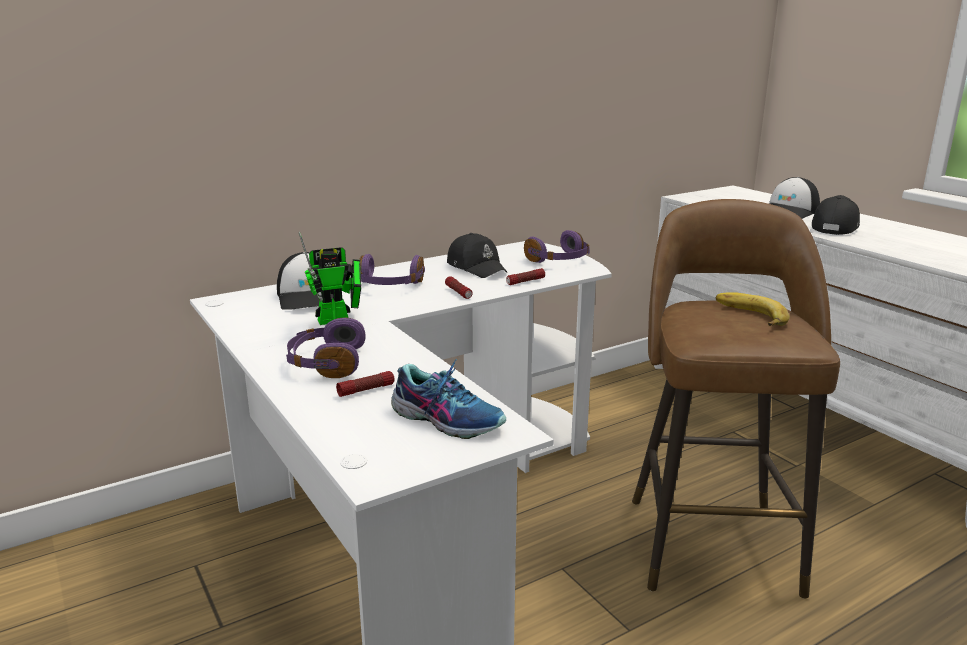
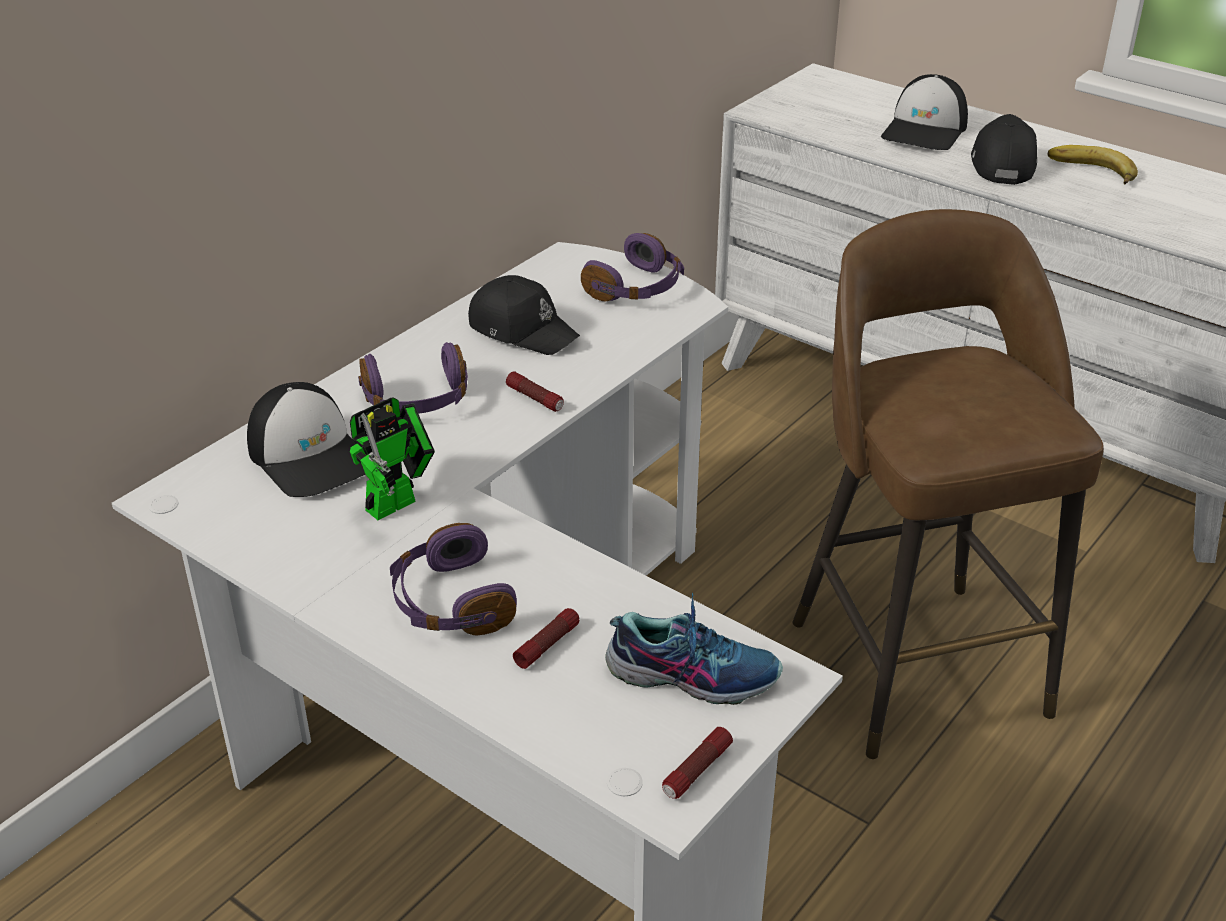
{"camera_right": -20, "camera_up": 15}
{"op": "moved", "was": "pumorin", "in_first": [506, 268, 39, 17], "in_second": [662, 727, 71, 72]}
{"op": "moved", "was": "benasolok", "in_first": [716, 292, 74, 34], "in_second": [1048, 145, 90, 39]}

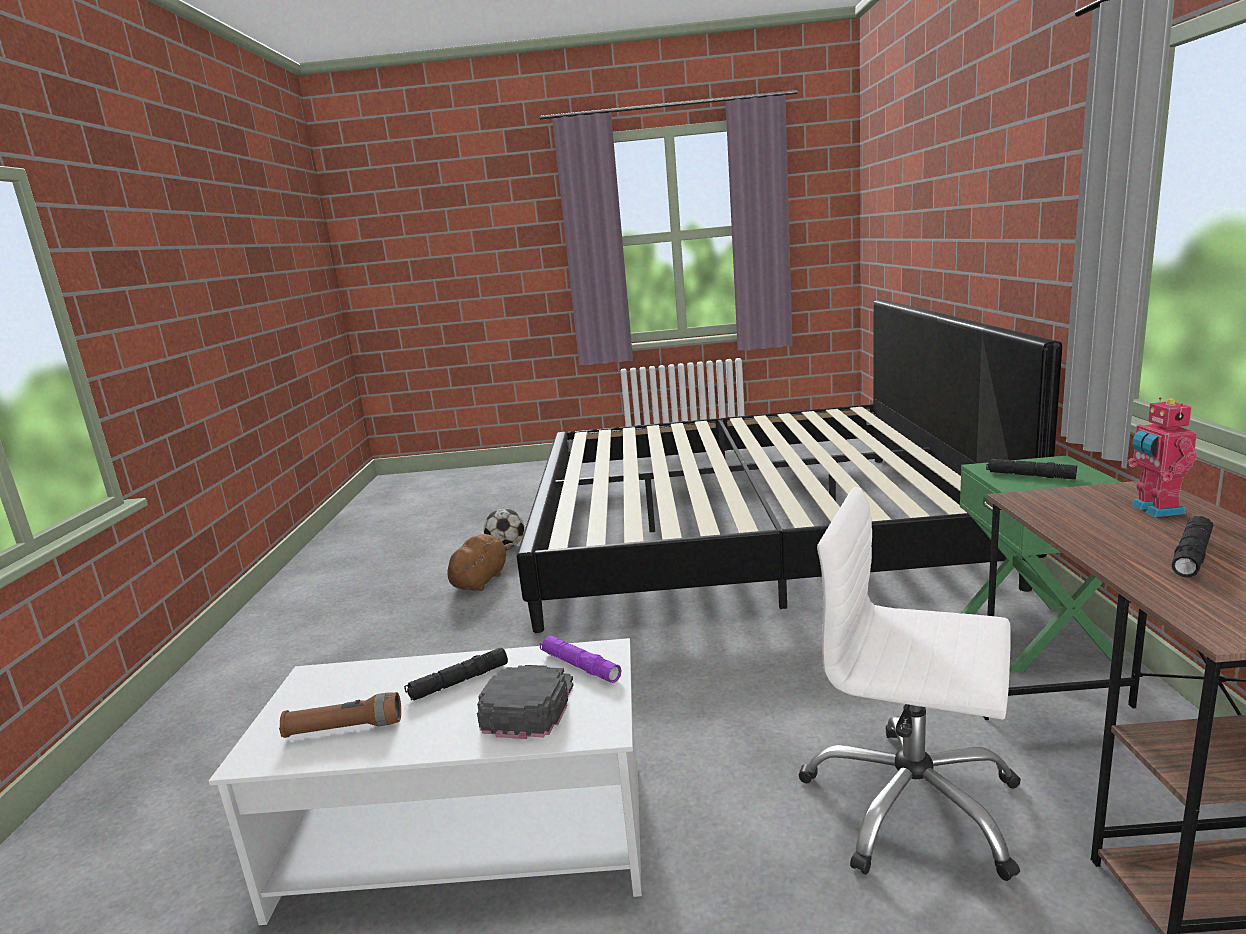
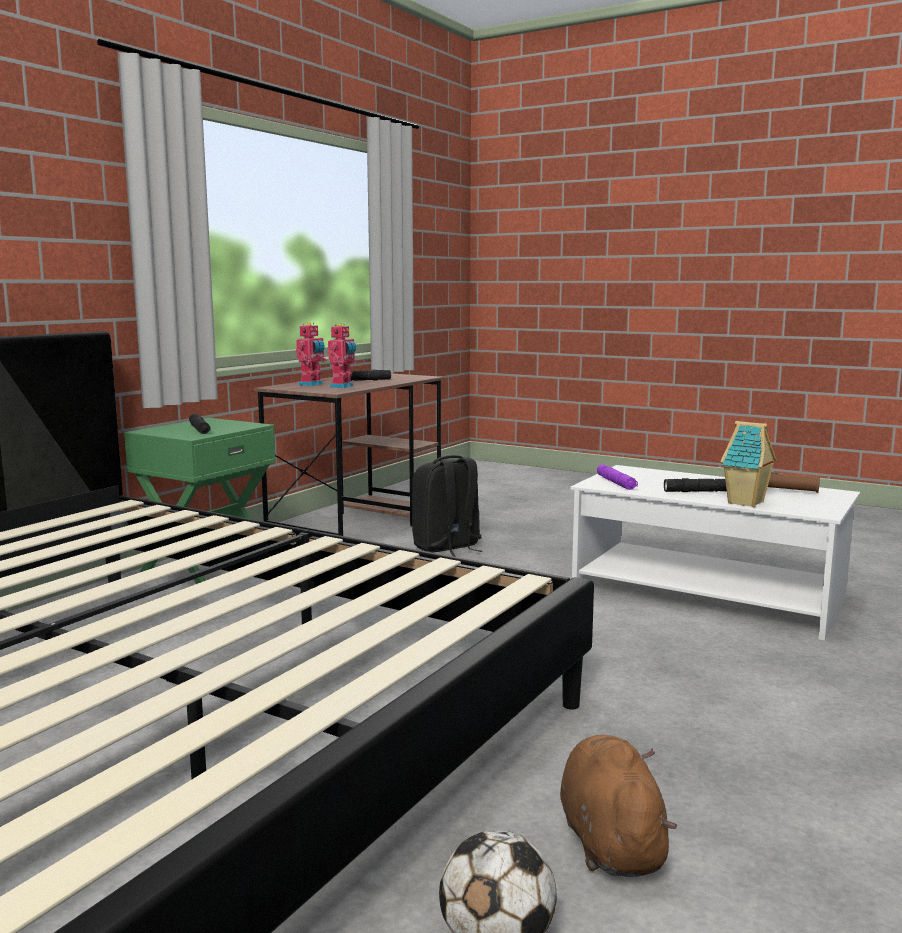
{"camera_right": -150, "camera_up": -5}
{"op": "added", "now": "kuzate", "in_second": [328, 323, 29, 65]}
{"op": "replaced", "was": "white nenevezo", "now": "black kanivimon", "in_first": [799, 487, 222, 394], "in_second": [412, 455, 70, 102]}
{"op": "turned", "was": "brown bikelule", "in_first": [447, 534, 68, 57], "in_second": [560, 735, 117, 142], "clockwise": 120}
{"op": "added", "now": "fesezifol", "in_second": [720, 421, 57, 86]}
{"op": "removed", "was": "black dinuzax", "in_first": [477, 665, 97, 74]}

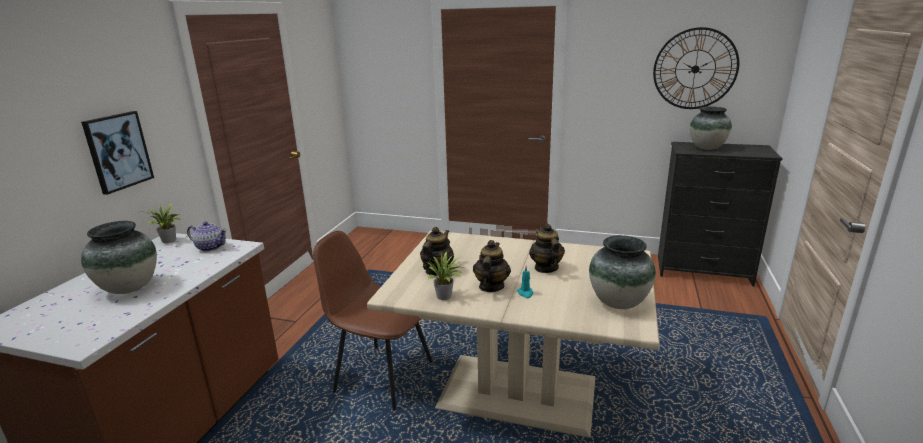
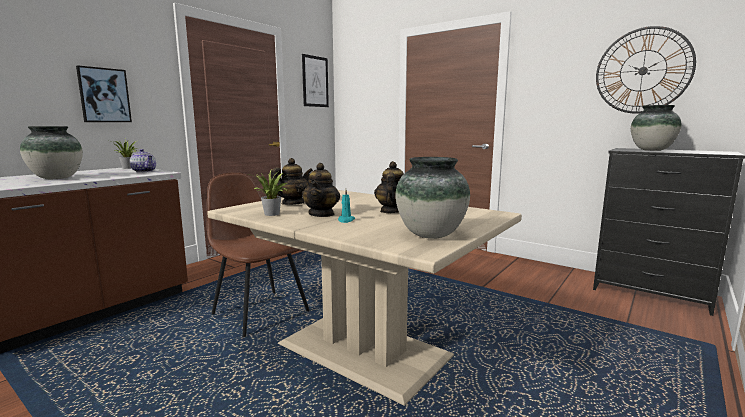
{"camera_right": 20, "camera_up": -10}
{"op": "added", "now": "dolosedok", "in_second": [302, 54, 27, 53]}
{"op": "turned", "was": "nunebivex", "in_first": [473, 240, 38, 52], "in_second": [302, 163, 38, 54], "clockwise": 150}

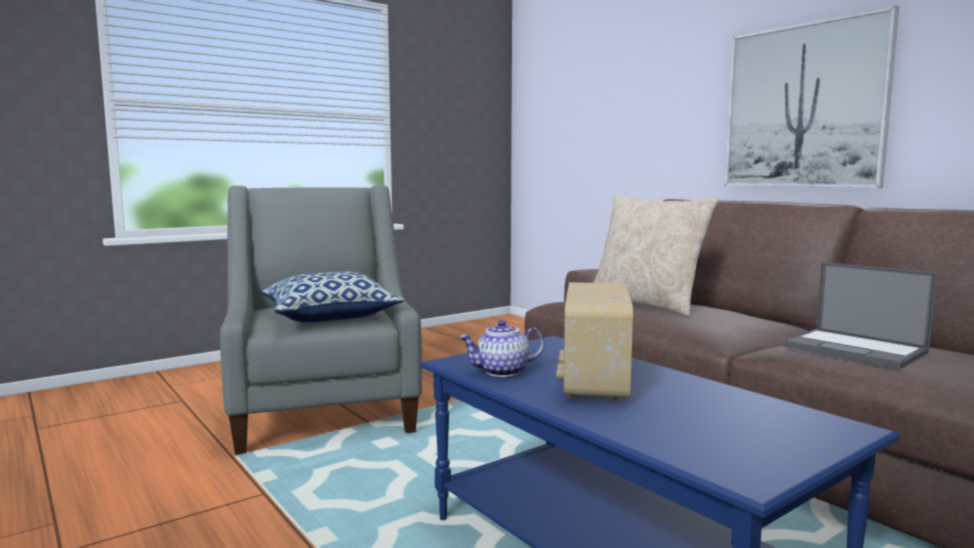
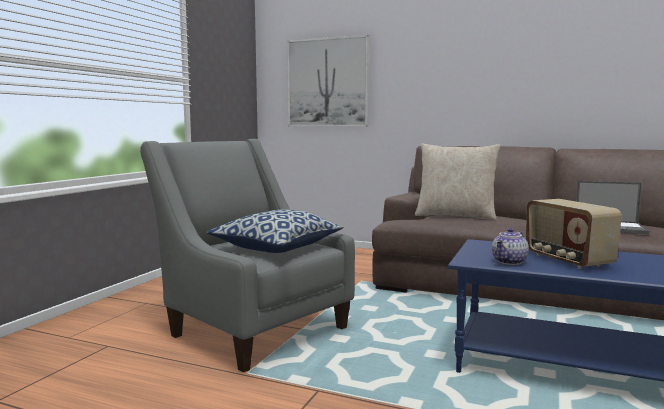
{"camera_right": -30, "camera_up": 0}
{"op": "moved", "was": "dolosedok", "in_first": [724, 6, 175, 182], "in_second": [287, 35, 82, 91]}

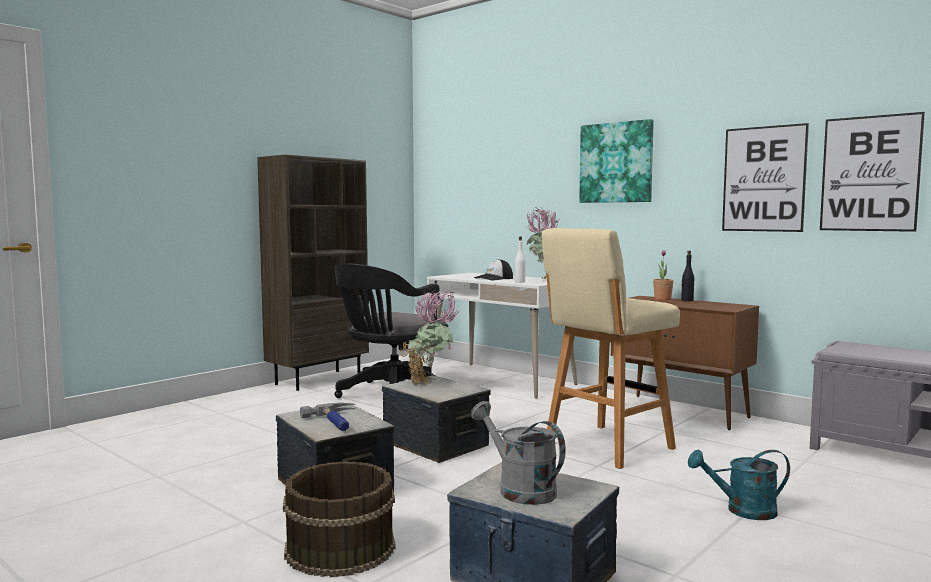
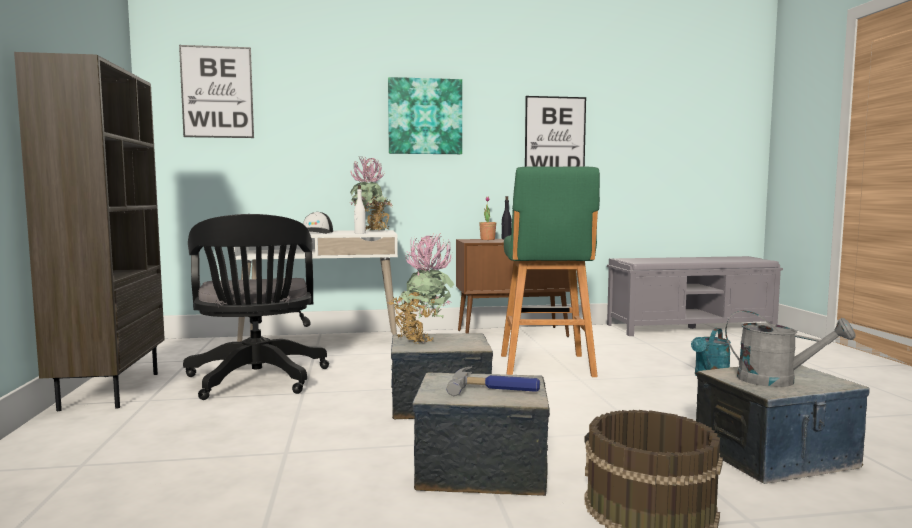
{"camera_right": -50, "camera_up": 0}
{"op": "moved", "was": "dolosedok", "in_first": [820, 112, 105, 120], "in_second": [179, 45, 75, 93]}
{"op": "recoloured", "was": "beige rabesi", "now": "green rabesi", "in_first": [542, 228, 138, 241], "in_second": [501, 166, 99, 211]}
{"op": "turned", "was": "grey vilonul", "in_first": [471, 401, 95, 104], "in_second": [725, 310, 130, 77], "clockwise": -150}

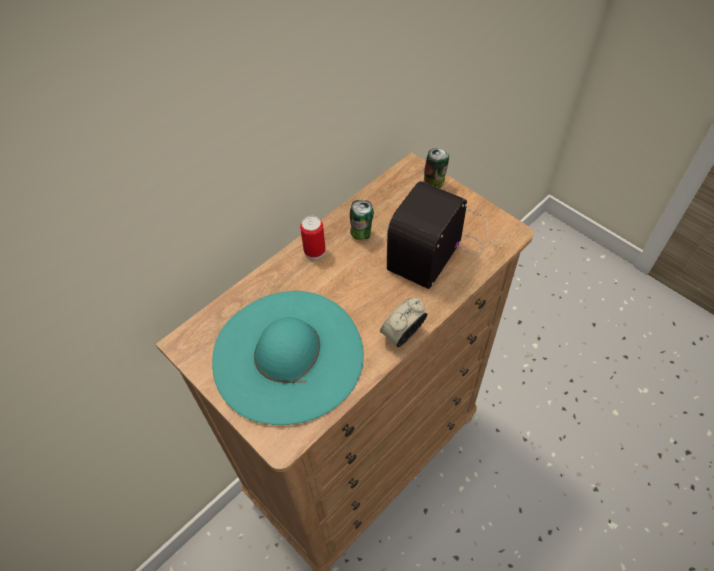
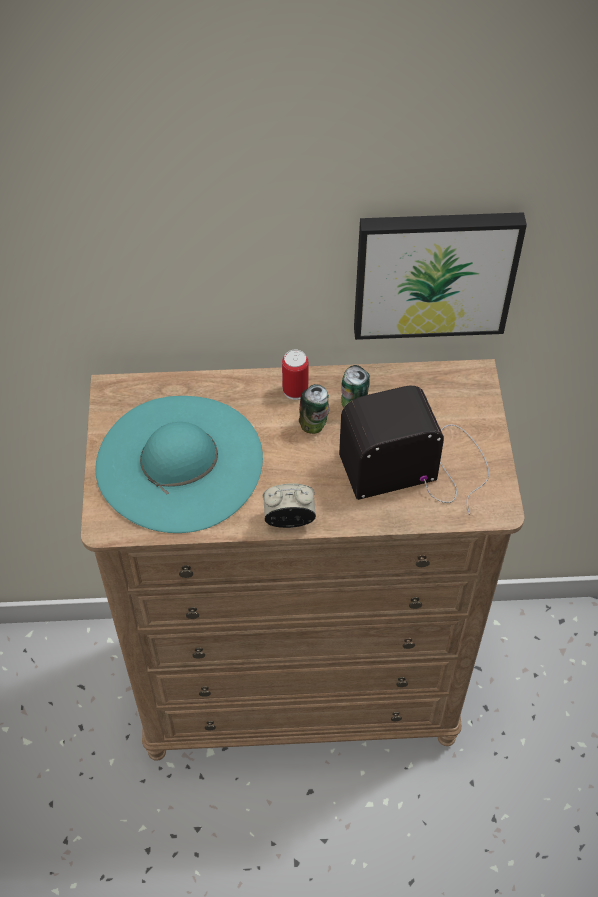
{"camera_right": 40, "camera_up": 0}
{"op": "moved", "was": "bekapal", "in_first": [424, 148, 25, 40], "in_second": [299, 384, 30, 50]}
{"op": "added", "now": "dolosedok", "in_second": [354, 212, 173, 128]}

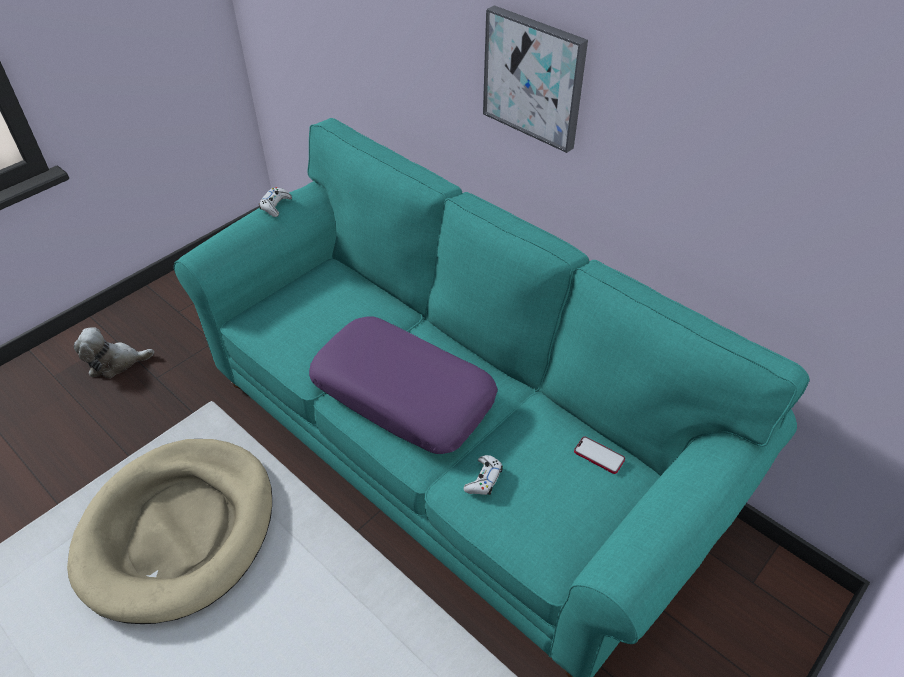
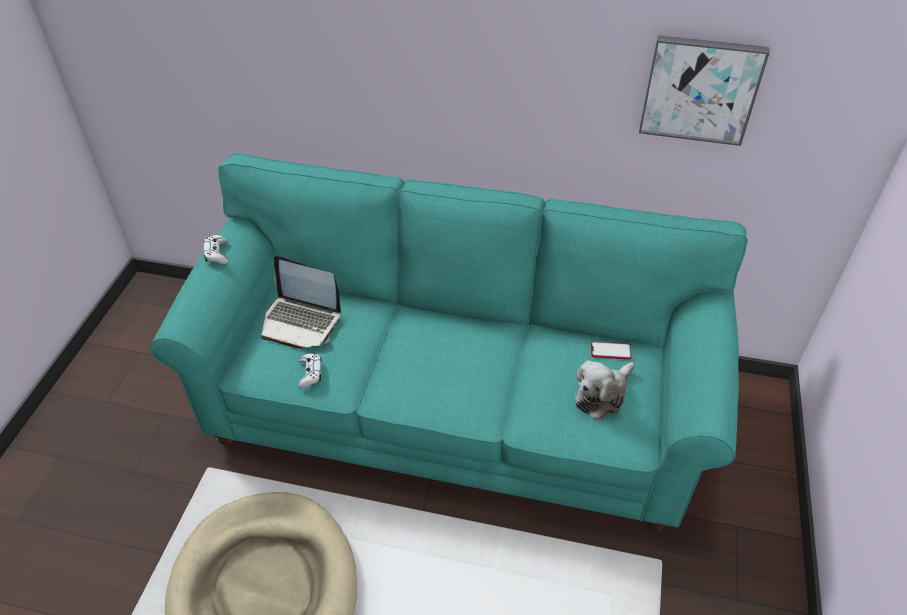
{"camera_right": -30, "camera_up": 0}
{"op": "added", "now": "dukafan", "in_second": [261, 256, 80, 93]}
{"op": "moved", "was": "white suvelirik", "in_first": [464, 455, 39, 40], "in_second": [298, 354, 24, 34]}
{"op": "moved", "was": "bikelule", "in_first": [74, 327, 80, 51], "in_second": [575, 360, 60, 61]}
{"op": "moved", "was": "dolosedok", "in_first": [483, 5, 105, 148], "in_second": [639, 35, 131, 111]}
{"op": "removed", "was": "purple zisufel", "in_first": [309, 317, 189, 137]}

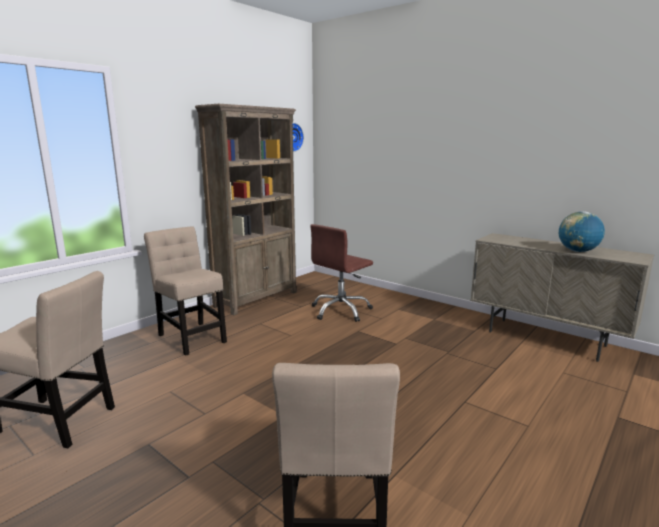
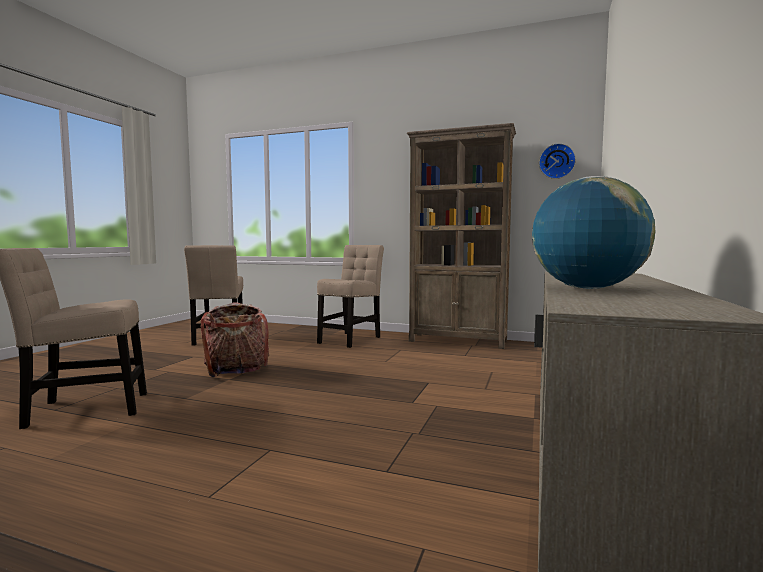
{"camera_right": 70, "camera_up": -10}
{"op": "added", "now": "kanivimon", "in_second": [201, 302, 68, 75]}
{"op": "removed", "was": "brown nenevezo", "in_first": [310, 224, 63, 98]}

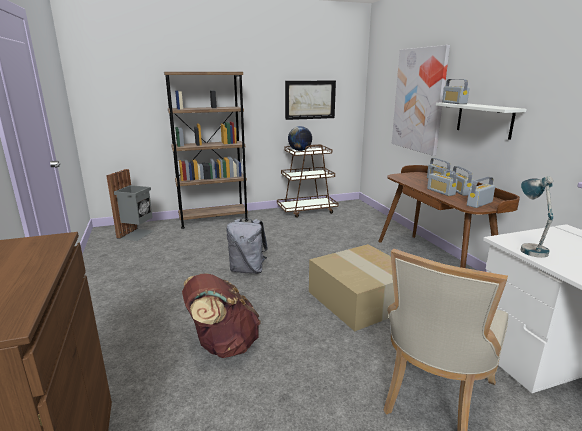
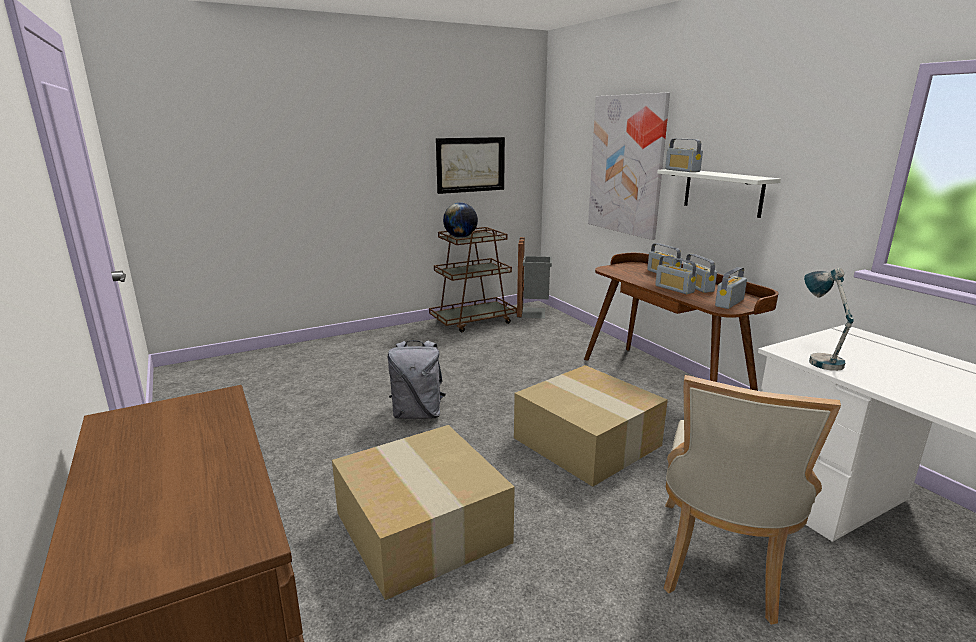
{"camera_right": -10, "camera_up": 0}
{"op": "replaced", "was": "brown kanivimon", "now": "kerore", "in_first": [182, 274, 79, 84], "in_second": [332, 425, 183, 175]}
{"op": "moved", "was": "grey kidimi", "in_first": [106, 169, 47, 72], "in_second": [517, 237, 35, 81]}
{"op": "removed", "was": "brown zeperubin", "in_first": [164, 72, 84, 157]}

